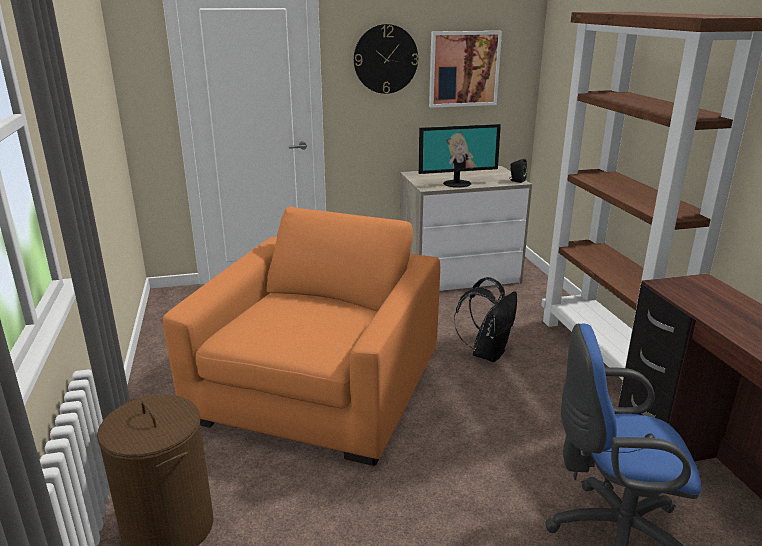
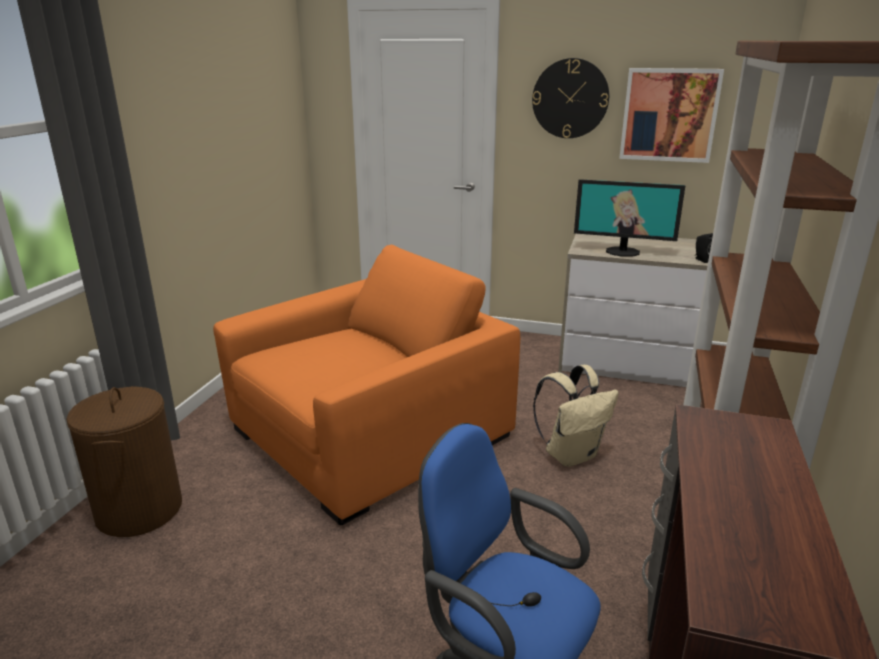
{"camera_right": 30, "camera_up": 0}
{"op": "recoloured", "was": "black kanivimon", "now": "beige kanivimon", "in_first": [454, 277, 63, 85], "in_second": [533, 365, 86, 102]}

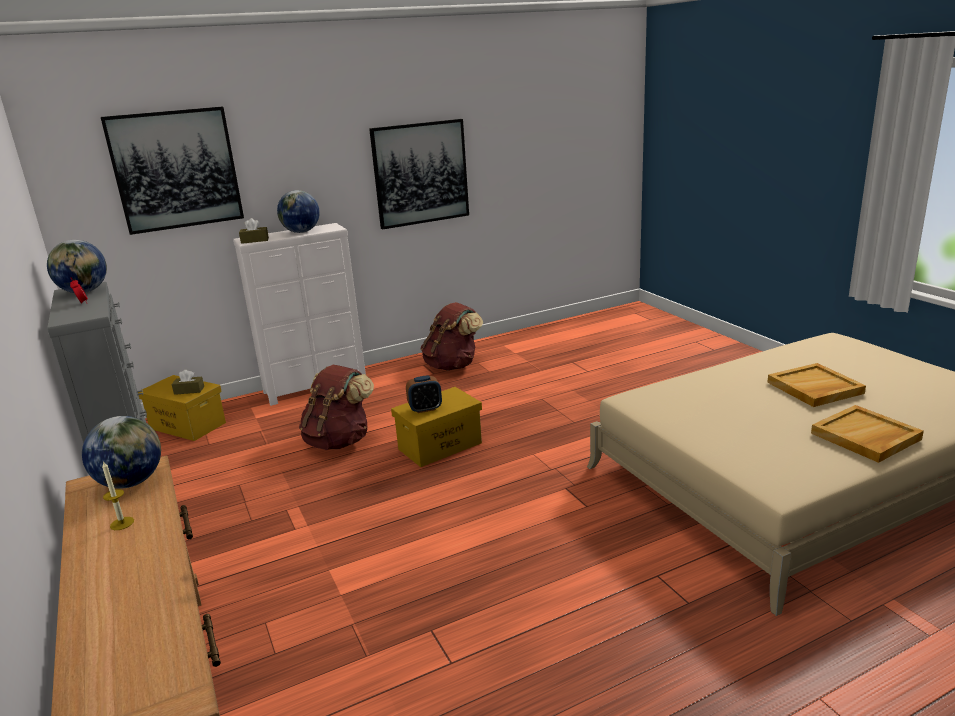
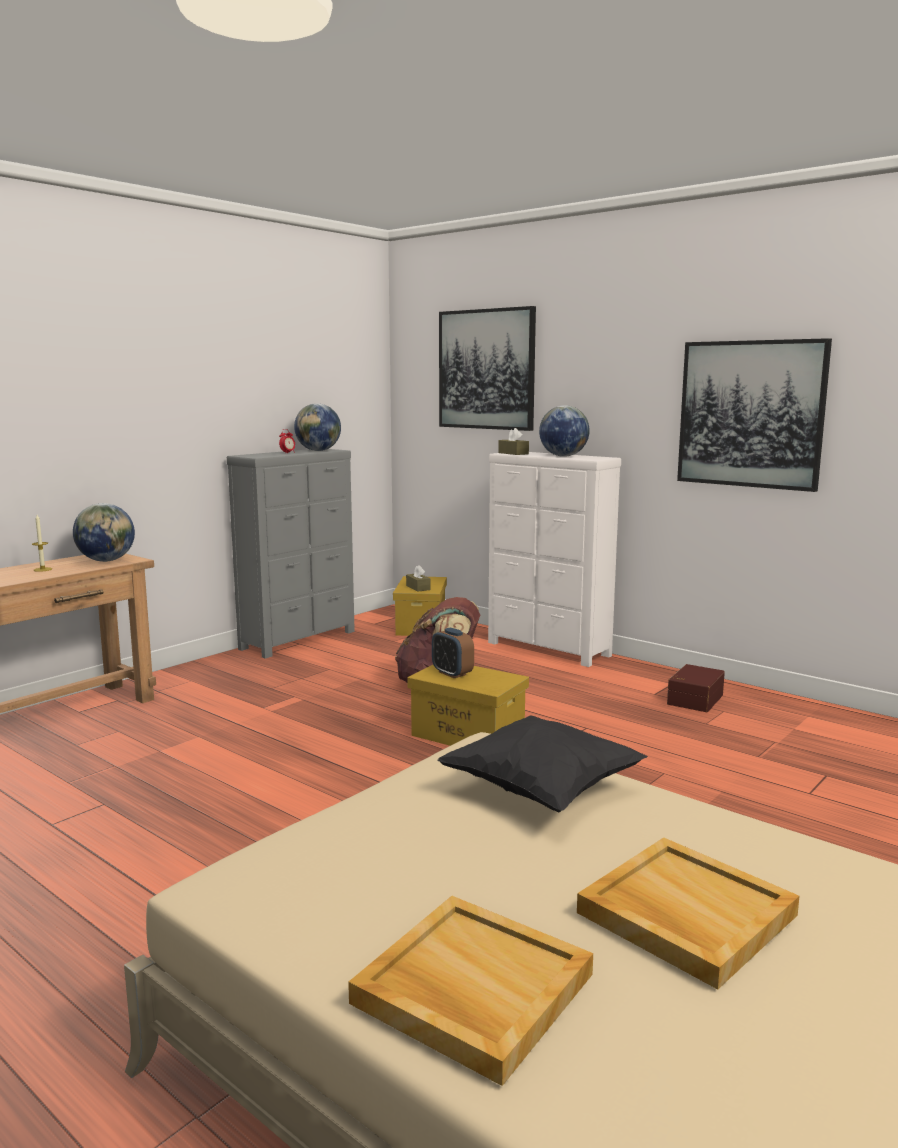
{"camera_right": 65, "camera_up": -10}
{"op": "added", "now": "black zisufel", "in_second": [437, 715, 211, 98]}
{"op": "replaced", "was": "brown kanivimon", "now": "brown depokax", "in_first": [421, 302, 62, 68], "in_second": [667, 664, 58, 48]}

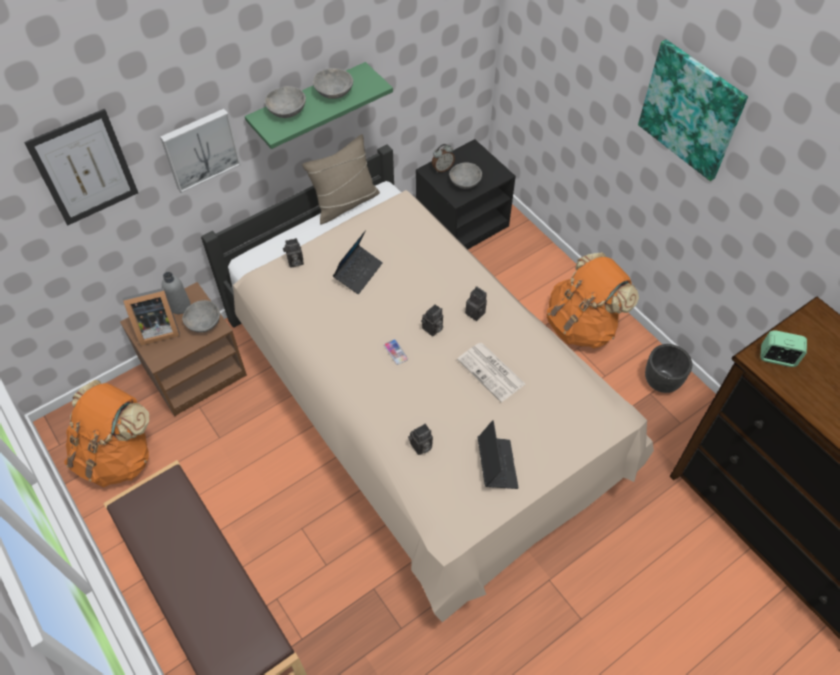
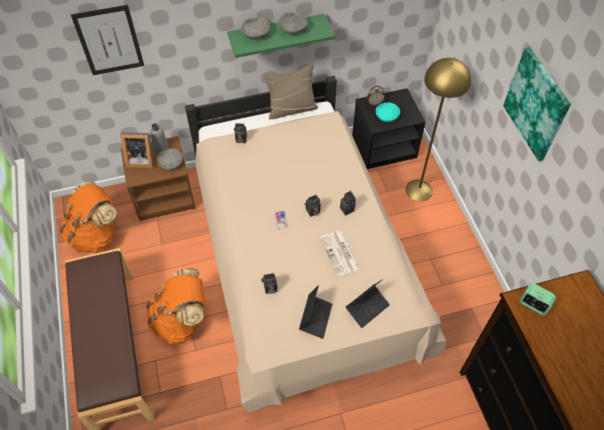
{"camera_right": 20, "camera_up": 0}
{"op": "moved", "was": "orange kanivimon", "in_first": [547, 252, 92, 97], "in_second": [146, 268, 59, 76]}
{"op": "moved", "was": "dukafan", "in_first": [333, 230, 50, 64], "in_second": [346, 279, 44, 49]}
{"op": "recoloured", "was": "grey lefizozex", "now": "turquoise lefizozex", "in_first": [449, 162, 33, 27], "in_second": [376, 103, 24, 19]}
{"op": "added", "now": "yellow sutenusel", "in_second": [405, 58, 66, 143]}
{"op": "removed", "was": "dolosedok", "in_first": [160, 109, 81, 84]}
{"op": "removed", "was": "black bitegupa", "in_first": [645, 344, 47, 49]}

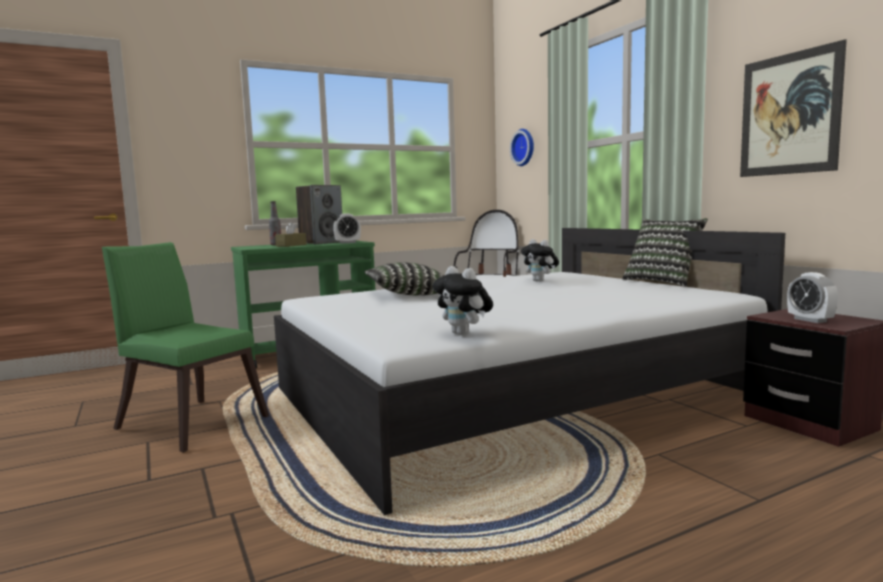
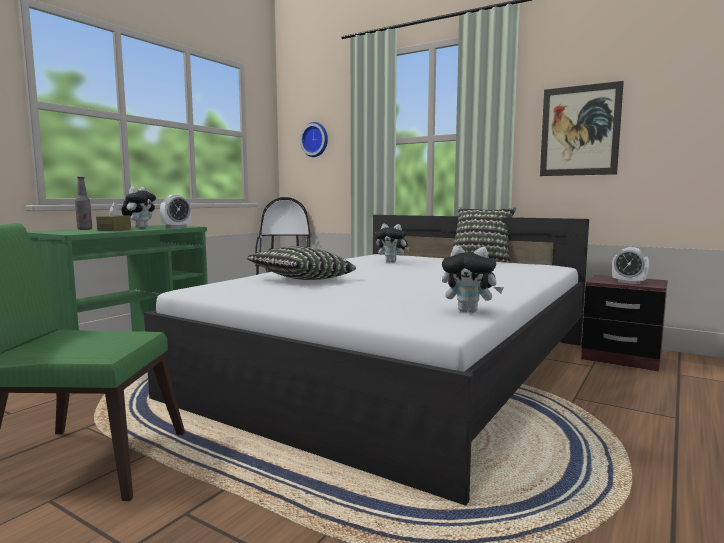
{"camera_right": -30, "camera_up": 0}
{"op": "replaced", "was": "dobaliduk", "now": "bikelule", "in_first": [296, 185, 46, 59], "in_second": [121, 186, 35, 42]}

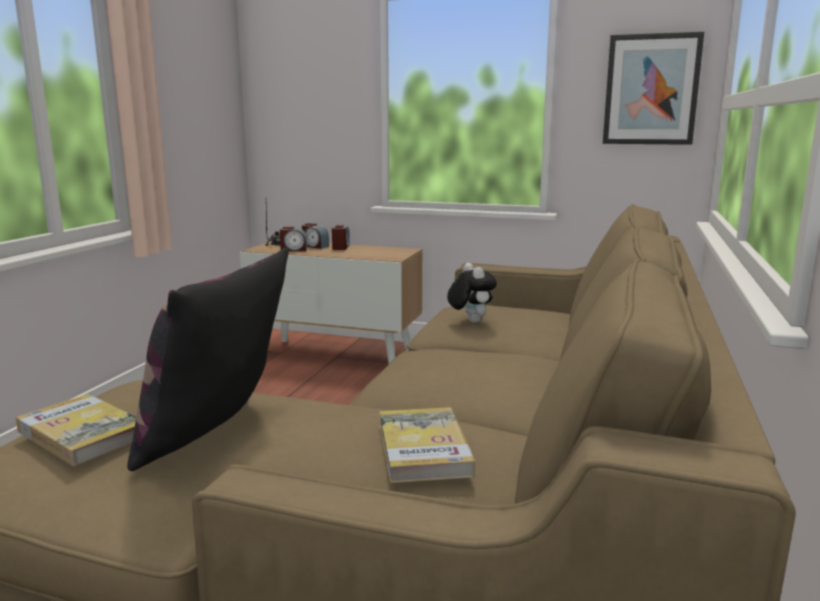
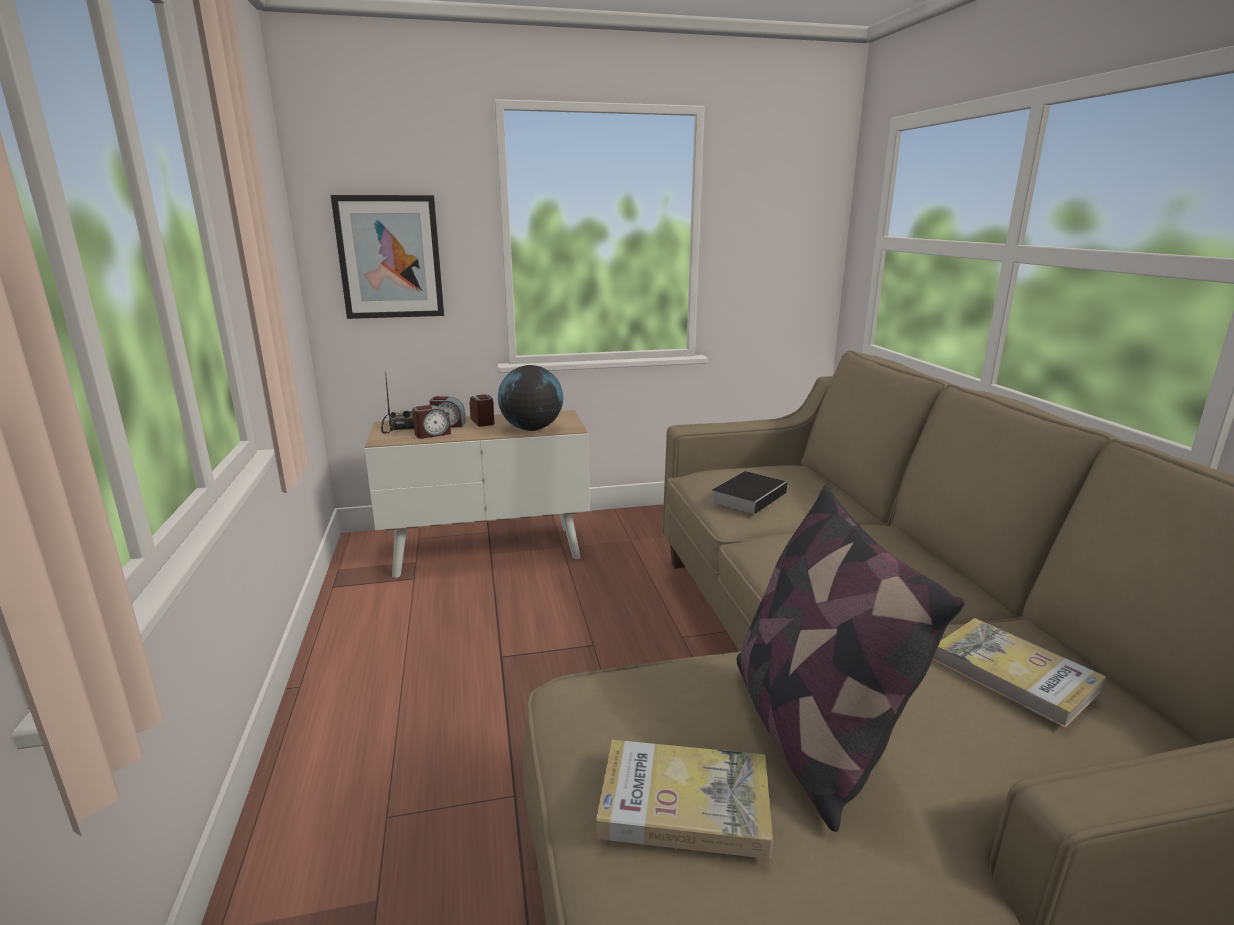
{"camera_right": -30, "camera_up": 5}
{"op": "moved", "was": "dolosedok", "in_first": [603, 32, 101, 113], "in_second": [331, 195, 113, 124]}
{"op": "added", "now": "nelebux", "in_second": [498, 365, 65, 66]}
{"op": "replaced", "was": "bikelule", "now": "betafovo", "in_first": [447, 263, 50, 60], "in_second": [711, 471, 76, 43]}

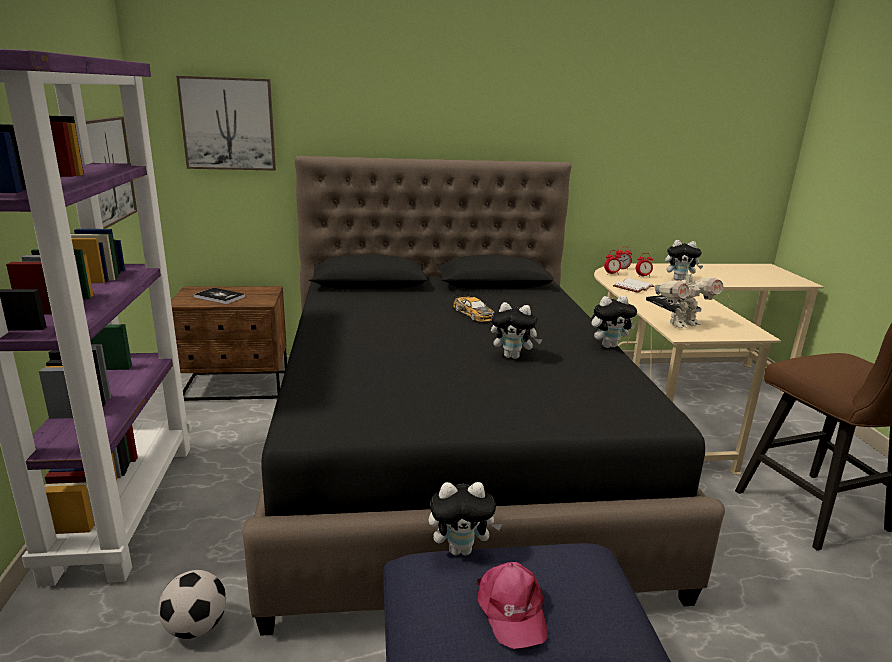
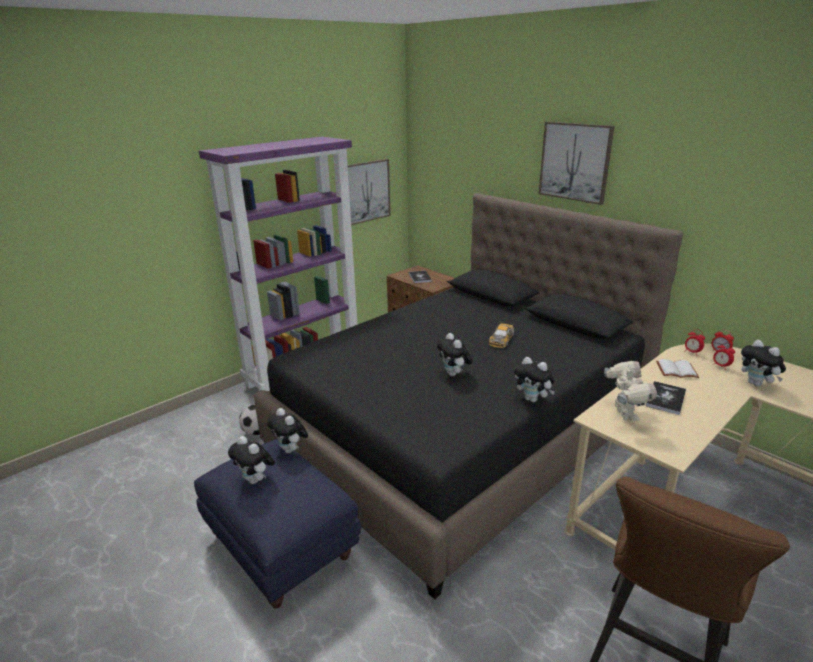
{"camera_right": 55, "camera_up": 5}
{"op": "replaced", "was": "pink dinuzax", "now": "bikelule", "in_first": [476, 562, 72, 87], "in_second": [228, 436, 47, 48]}
{"op": "moved", "was": "dolosedok", "in_first": [176, 76, 100, 95], "in_second": [539, 122, 75, 83]}
{"op": "turned", "was": "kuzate", "in_first": [655, 268, 69, 60], "in_second": [604, 361, 53, 60], "clockwise": -120}

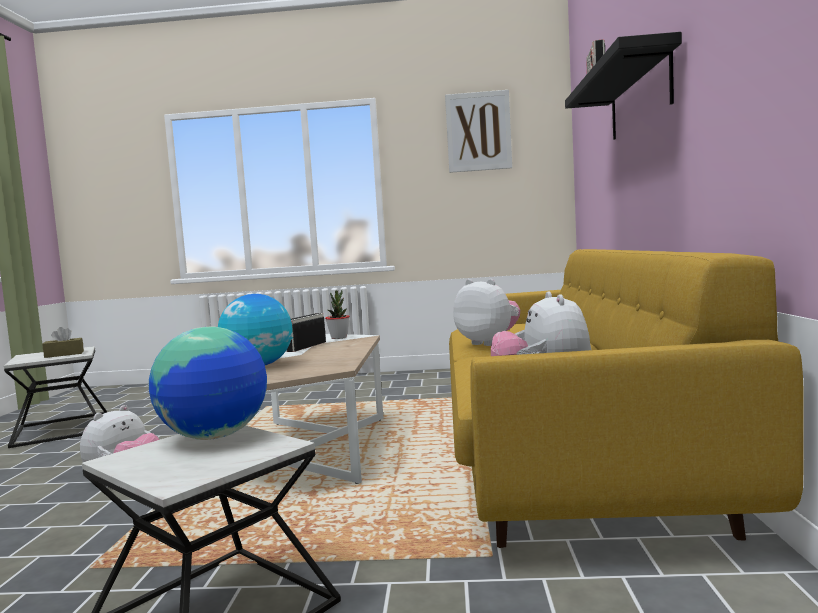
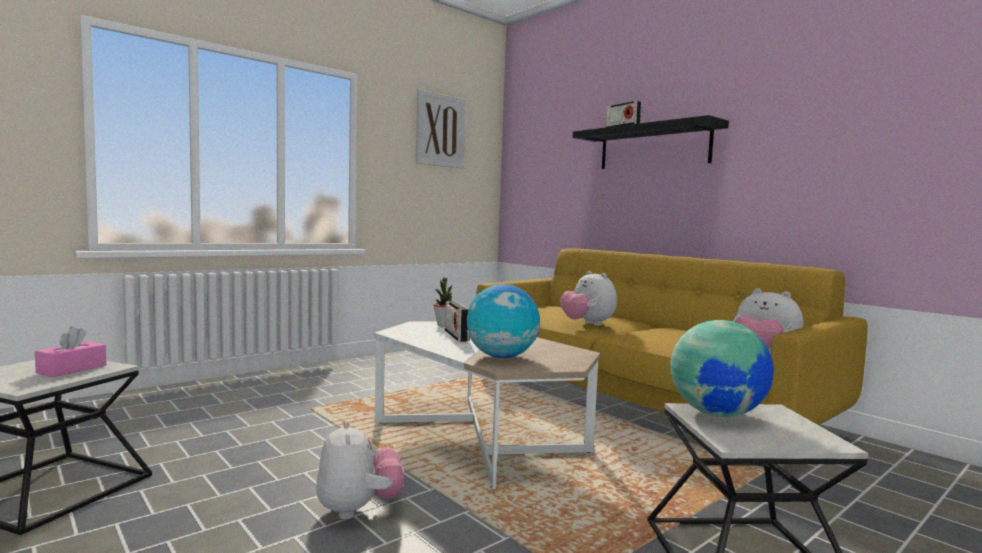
{"camera_right": -45, "camera_up": 0}
{"op": "recoloured", "was": "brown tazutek", "now": "pink tazutek", "in_first": [42, 327, 42, 31], "in_second": [35, 326, 72, 51]}
{"op": "turned", "was": "bikelule", "in_first": [453, 279, 67, 67], "in_second": [560, 271, 57, 55], "clockwise": -120}

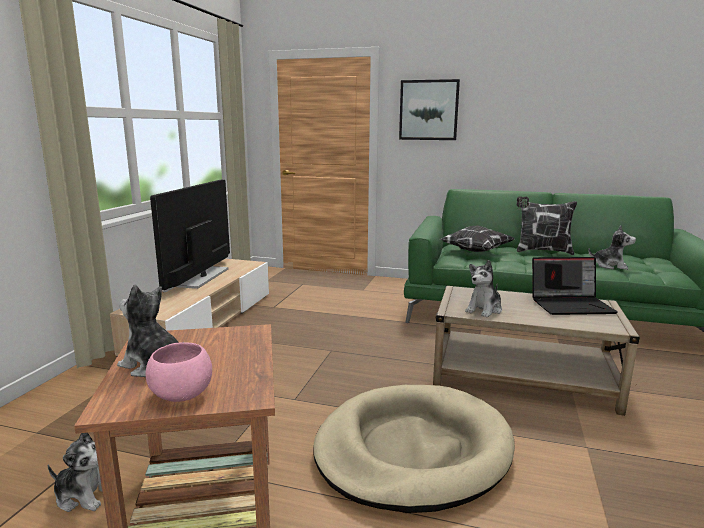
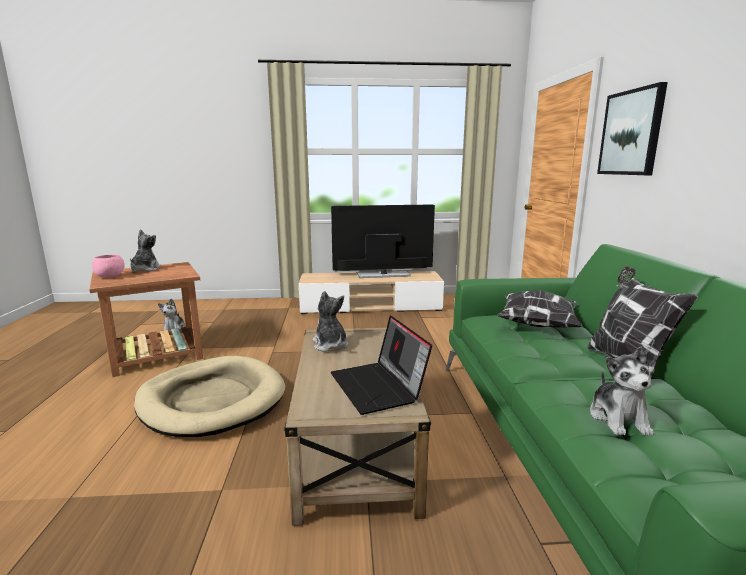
{"camera_right": 70, "camera_up": 0}
{"op": "turned", "was": "bikelule", "in_first": [465, 260, 37, 57], "in_second": [313, 291, 35, 61], "clockwise": 45}

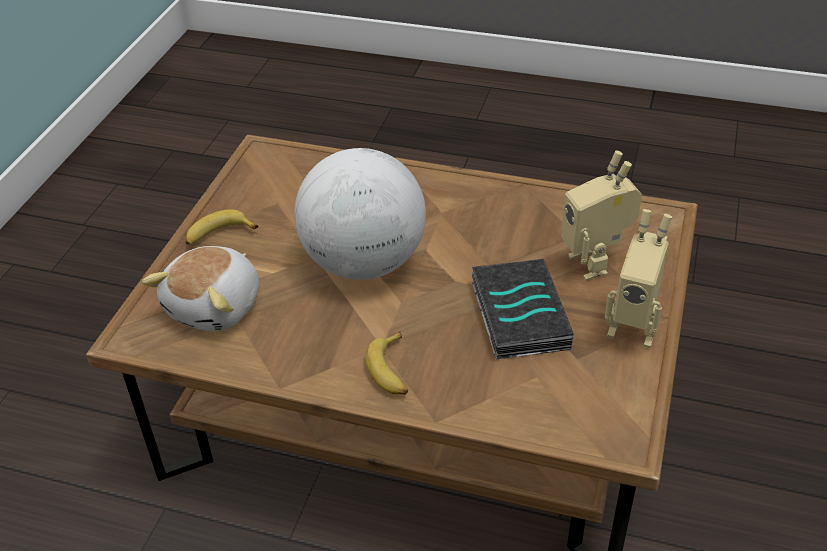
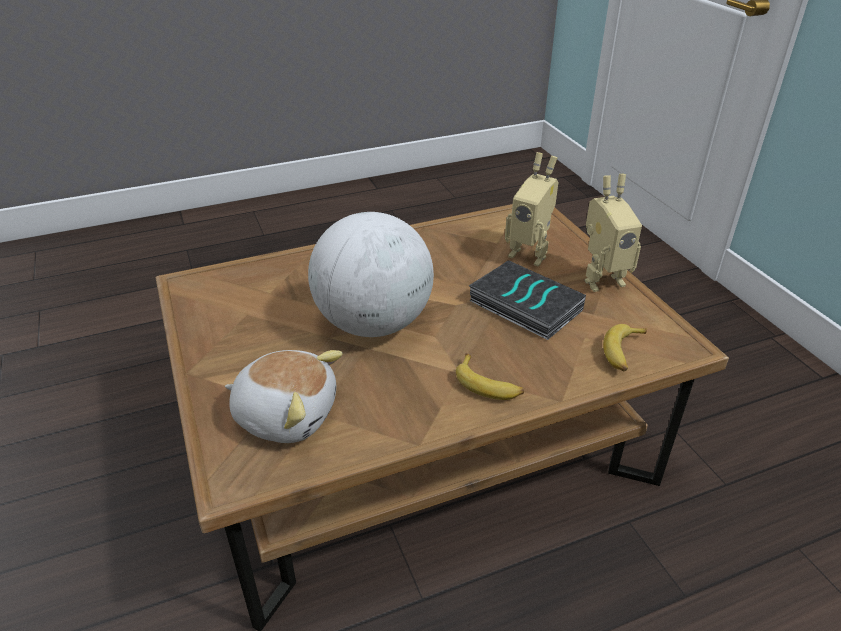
{"camera_right": -40, "camera_up": -5}
{"op": "turned", "was": "bikelule", "in_first": [142, 246, 117, 85], "in_second": [225, 350, 118, 93], "clockwise": -60}
{"op": "moved", "was": "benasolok", "in_first": [185, 209, 73, 36], "in_second": [603, 324, 44, 47]}

